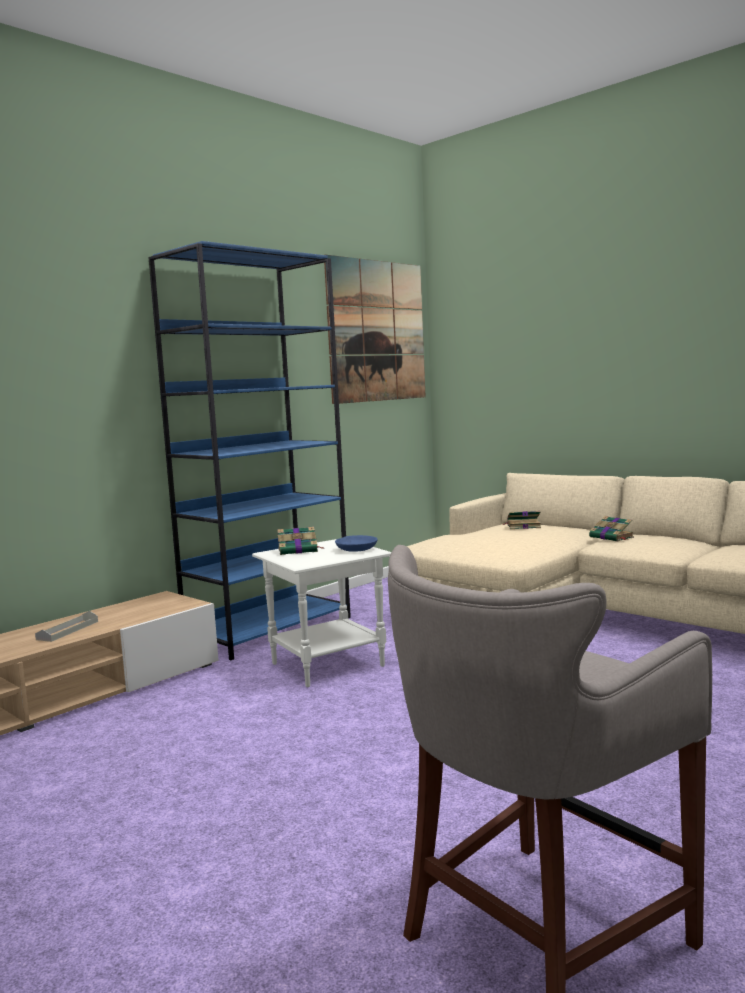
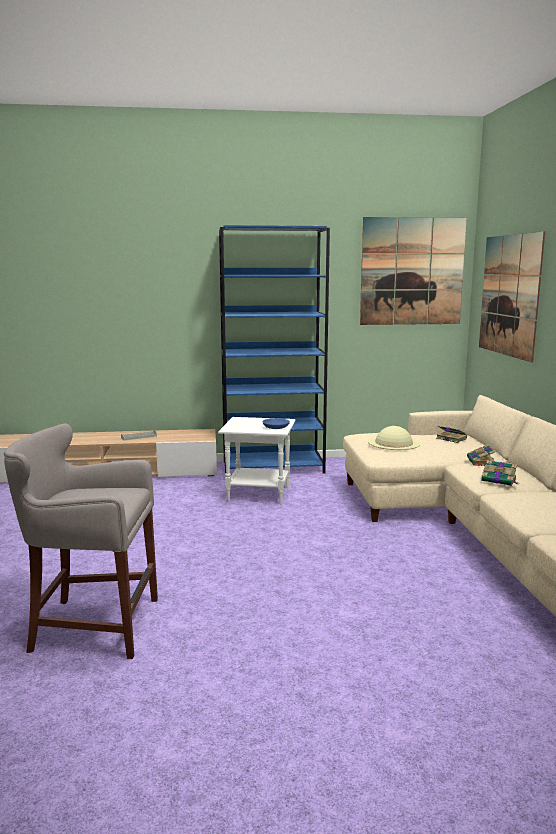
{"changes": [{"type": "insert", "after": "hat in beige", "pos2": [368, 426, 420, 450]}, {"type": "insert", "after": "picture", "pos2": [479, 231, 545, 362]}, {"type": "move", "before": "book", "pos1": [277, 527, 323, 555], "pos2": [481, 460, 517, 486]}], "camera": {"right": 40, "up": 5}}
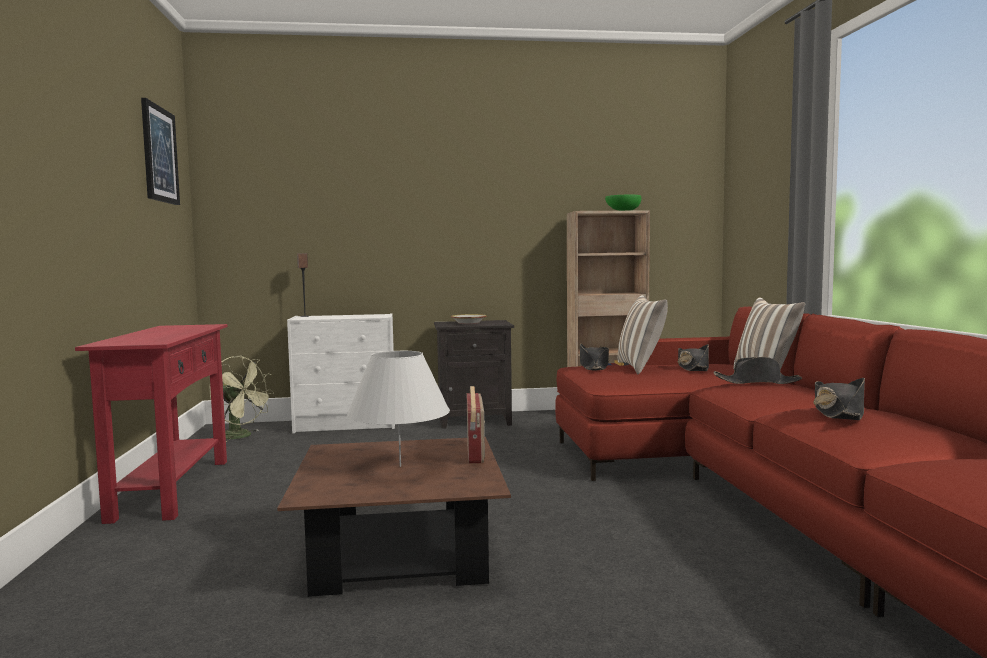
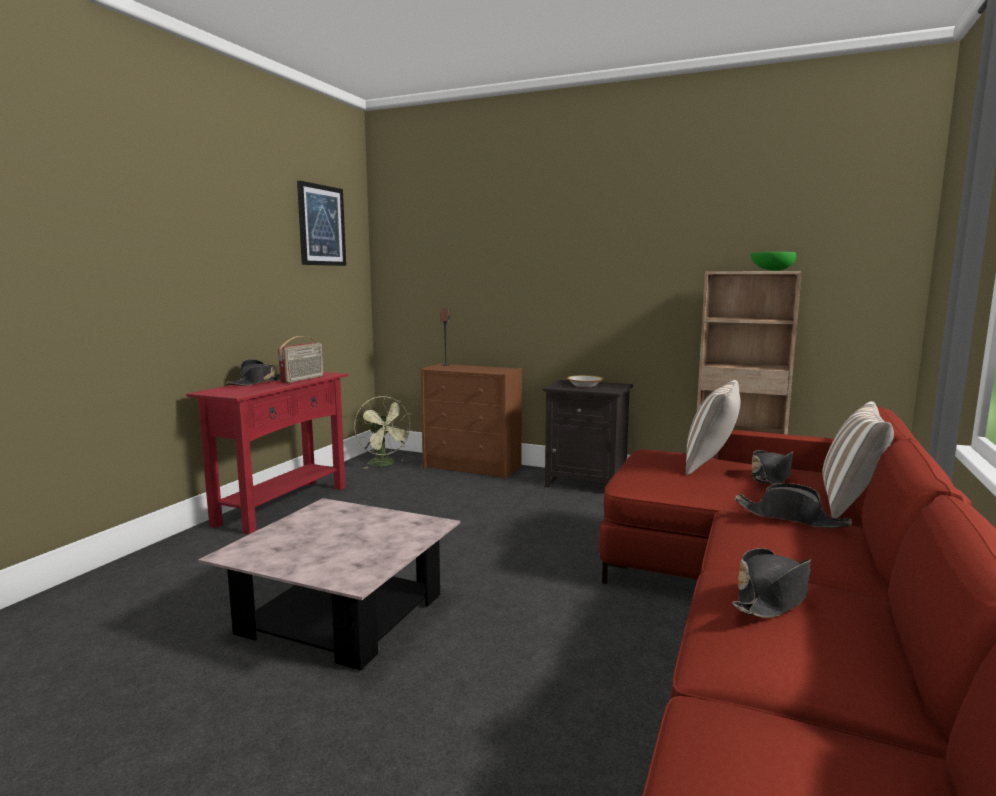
{"changes": [{"type": "recolor", "before": "coffee table in brown", "after": "coffee table in pink", "pos1": [277, 437, 511, 597], "pos2": [198, 498, 460, 671]}, {"type": "move", "before": "hat in black", "pos1": [580, 344, 609, 370], "pos2": [226, 359, 280, 386]}, {"type": "move", "before": "radio", "pos1": [467, 386, 485, 463], "pos2": [278, 336, 323, 383]}, {"type": "recolor", "before": "dresser in white", "after": "dresser in brown", "pos1": [287, 313, 395, 433], "pos2": [421, 363, 522, 479]}, {"type": "delete", "before": "table lamp in white", "pos1": [347, 351, 450, 467]}], "camera": {"right": 30, "up": 5}}
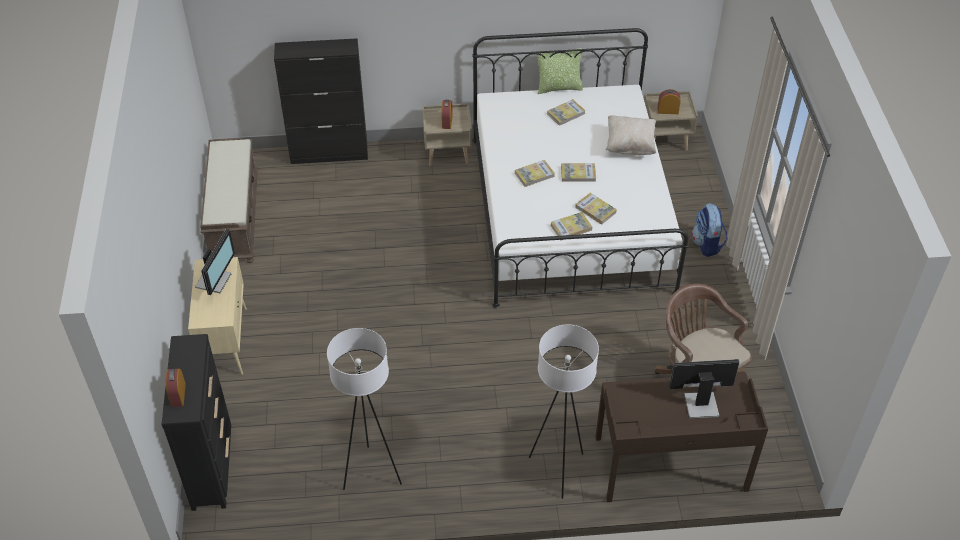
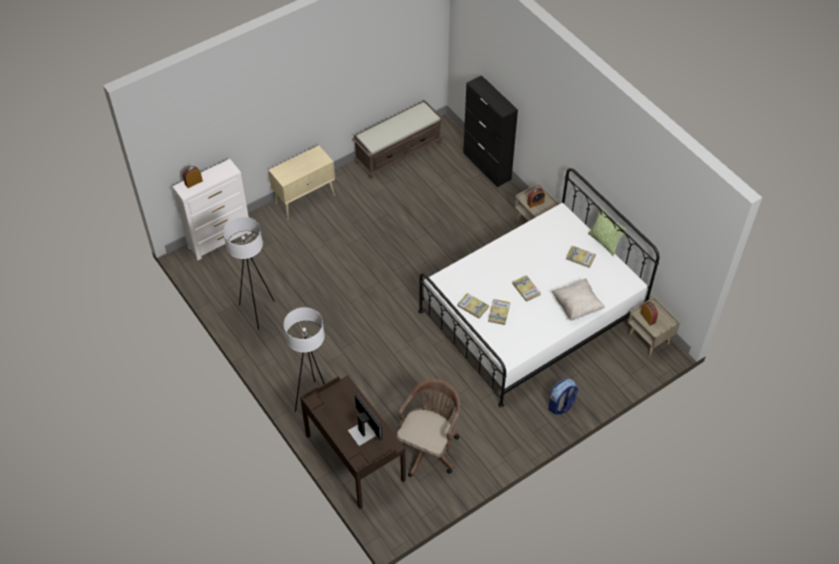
{"changes": [{"type": "recolor", "before": "dresser in black", "after": "dresser in white", "pos1": [161, 334, 231, 511], "pos2": [172, 159, 252, 260]}, {"type": "delete", "before": "monitor", "pos1": [195, 229, 235, 295]}, {"type": "delete", "before": "book", "pos1": [515, 160, 555, 187]}], "camera": {"right": 60, "up": 5}}
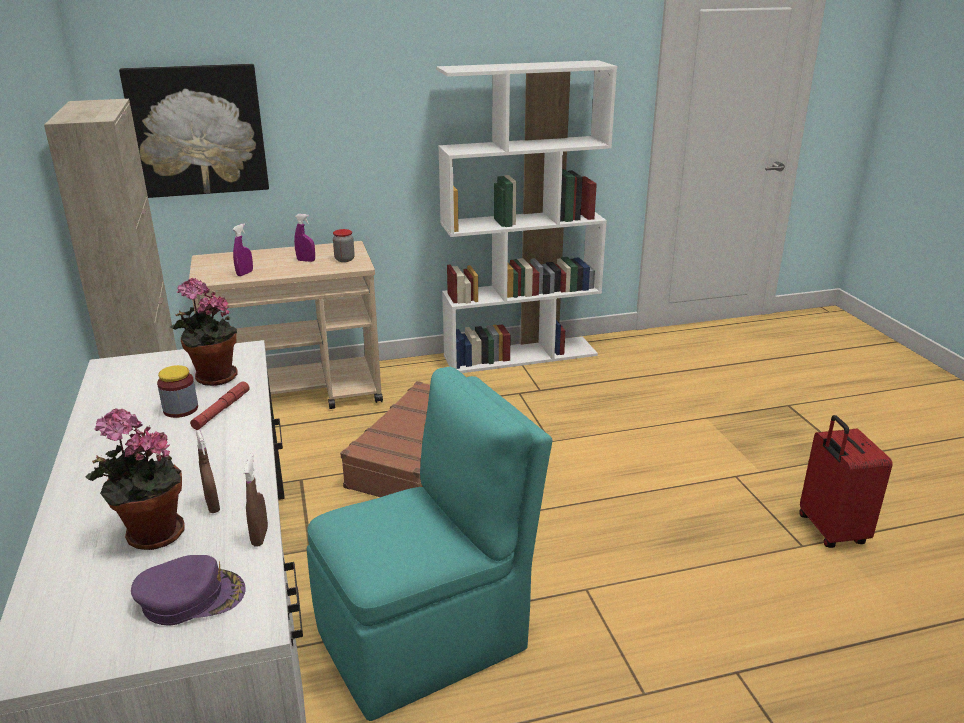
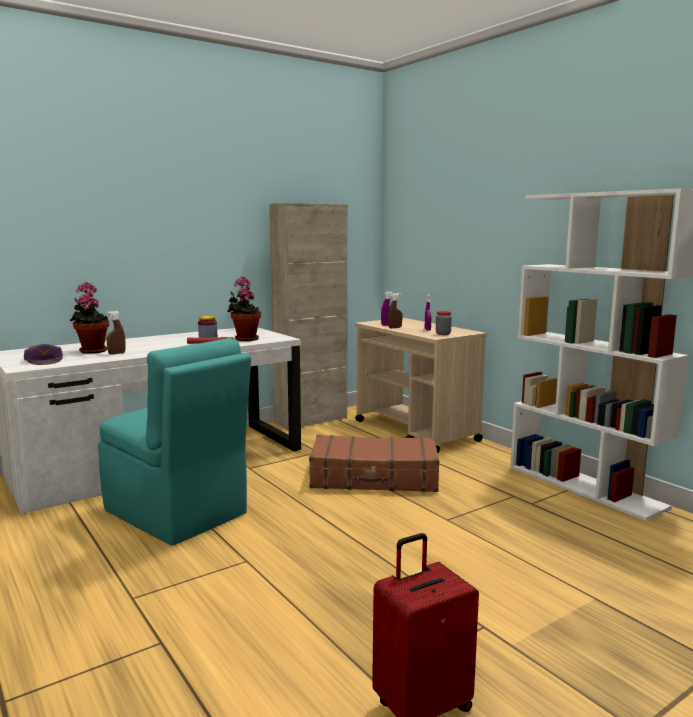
{"changes": [{"type": "move", "before": "spray bottle in brown", "pos1": [244, 453, 268, 546], "pos2": [388, 293, 402, 328]}, {"type": "delete", "before": "picture", "pos1": [119, 64, 269, 198]}], "camera": {"right": 70, "up": -15}}
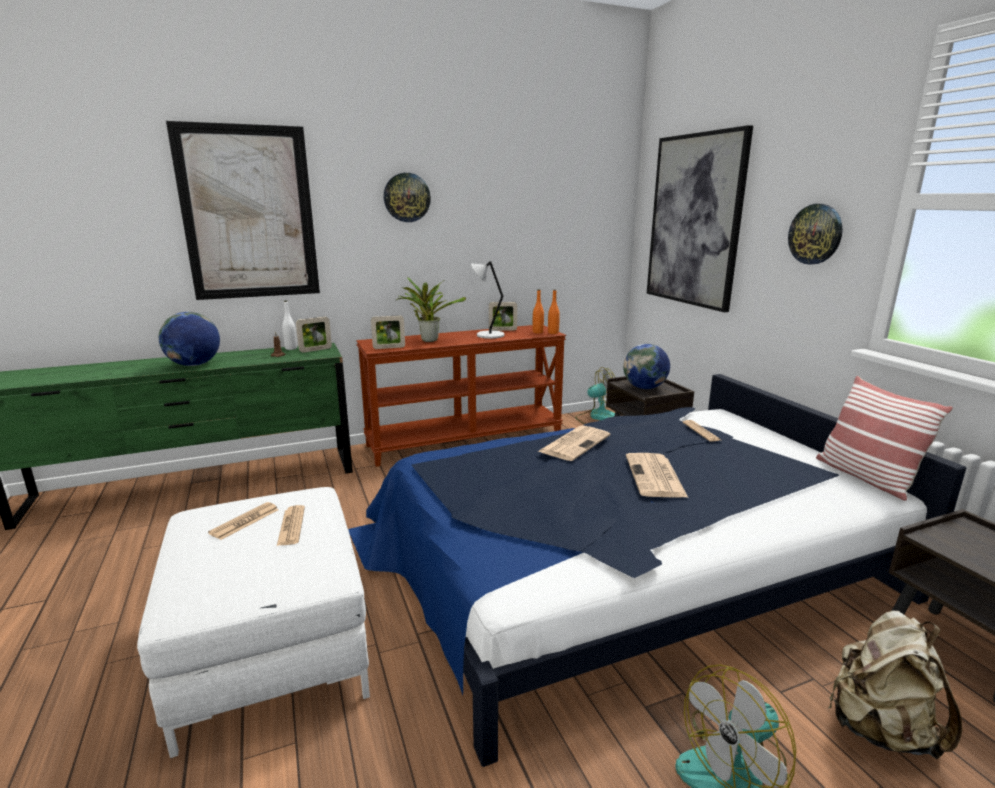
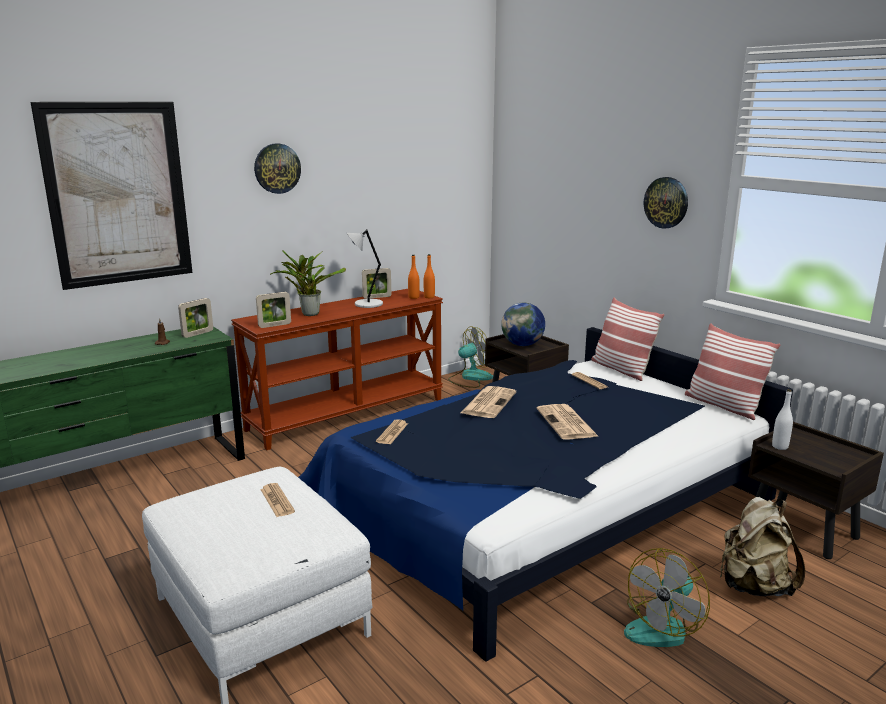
{"changes": [{"type": "move", "before": "newspaper", "pos1": [208, 502, 279, 540], "pos2": [376, 419, 408, 445]}, {"type": "insert", "after": "pillow", "pos2": [591, 297, 664, 381]}, {"type": "move", "before": "bottle in white", "pos1": [282, 300, 297, 350], "pos2": [772, 389, 793, 450]}, {"type": "delete", "before": "globe", "pos1": [159, 312, 220, 366]}, {"type": "delete", "before": "picture", "pos1": [647, 125, 753, 312]}], "camera": {"right": -15, "up": 0}}
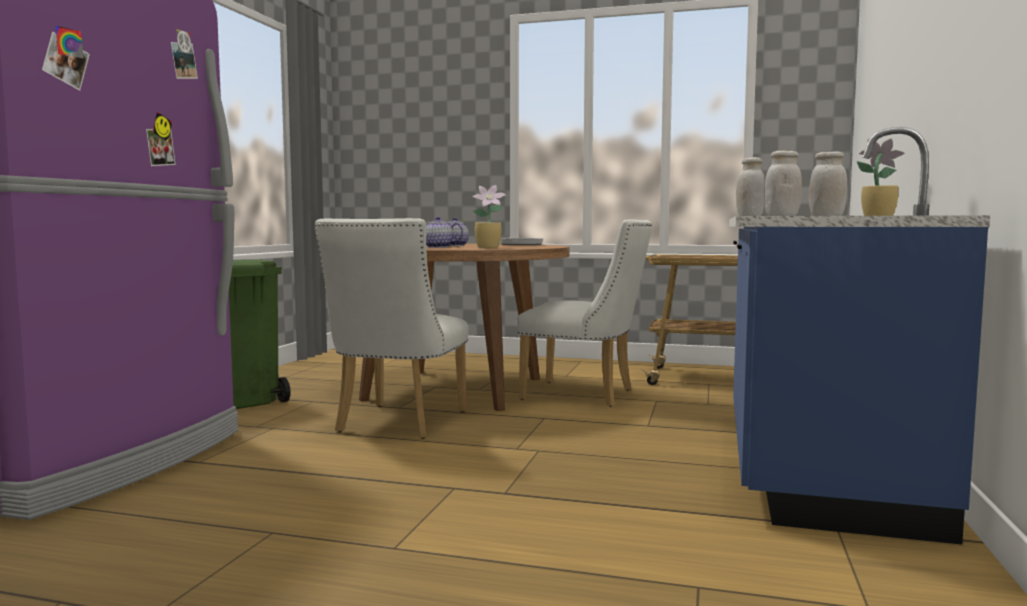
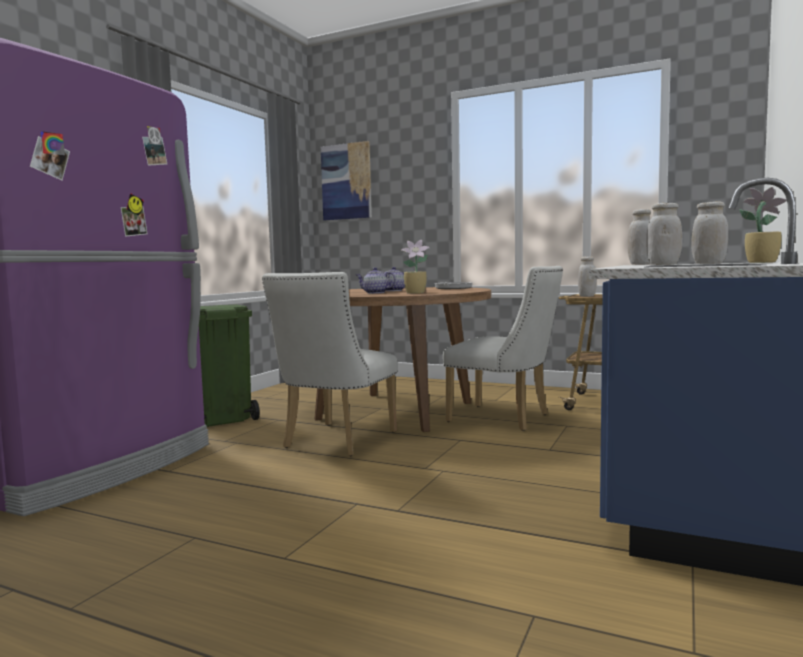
{"changes": [{"type": "insert", "after": "picture", "pos2": [321, 141, 372, 220]}, {"type": "insert", "after": "jar in white", "pos2": [578, 256, 597, 297]}], "camera": {"right": 10, "up": 0}}
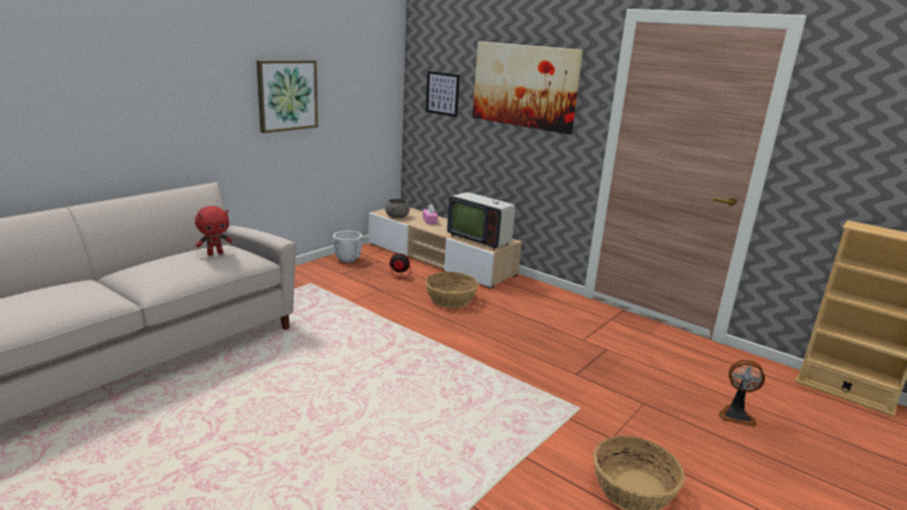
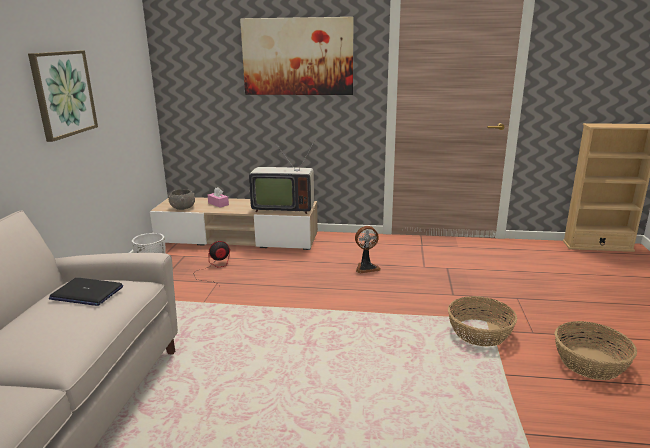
{"changes": [{"type": "replace", "before": "plush toy in red", "after": "laptop", "pos1": [195, 206, 232, 255], "pos2": [49, 278, 123, 306]}, {"type": "move", "before": "fan", "pos1": [718, 360, 765, 427], "pos2": [355, 226, 381, 273]}, {"type": "move", "before": "basket", "pos1": [425, 272, 478, 308], "pos2": [448, 296, 517, 347]}, {"type": "delete", "before": "picture", "pos1": [426, 71, 460, 117]}], "camera": {"right": -30, "up": 0}}
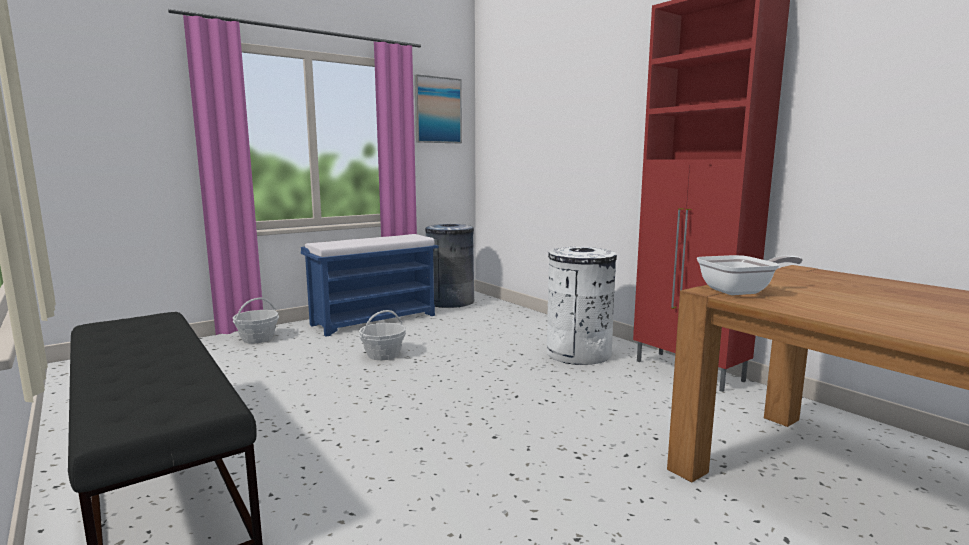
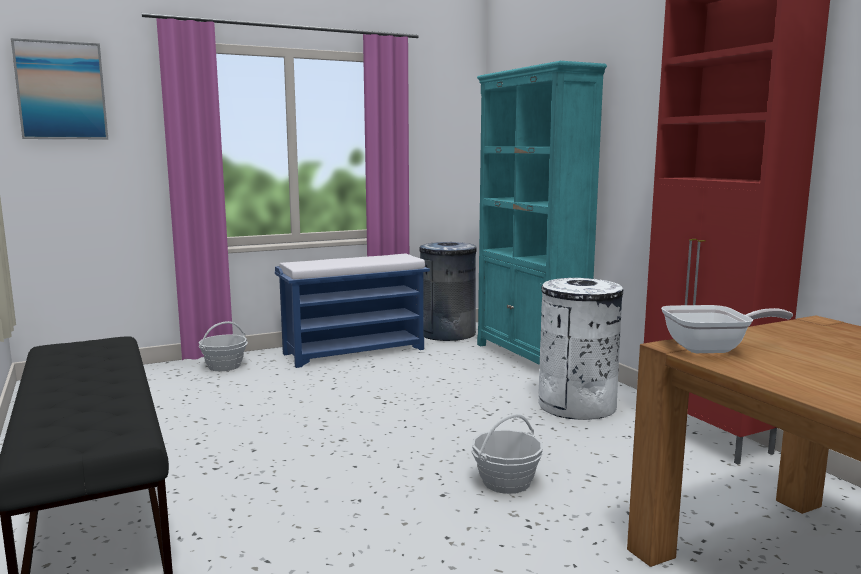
{"changes": [{"type": "move", "before": "picture", "pos1": [414, 74, 462, 143], "pos2": [11, 38, 108, 139]}, {"type": "move", "before": "basket", "pos1": [359, 310, 406, 360], "pos2": [471, 414, 543, 494]}, {"type": "insert", "after": "bookcase in turquoise", "pos2": [477, 61, 607, 365]}], "camera": {"right": 10, "up": 0}}
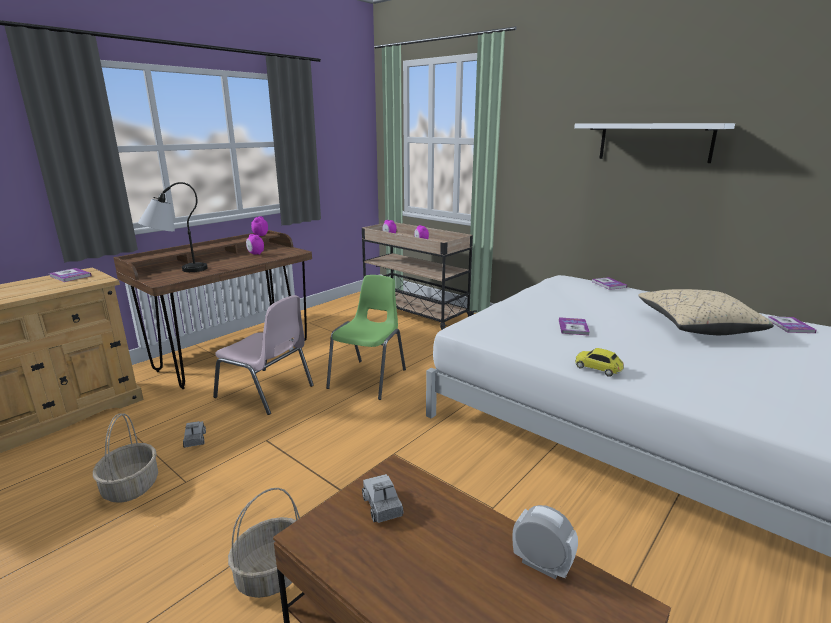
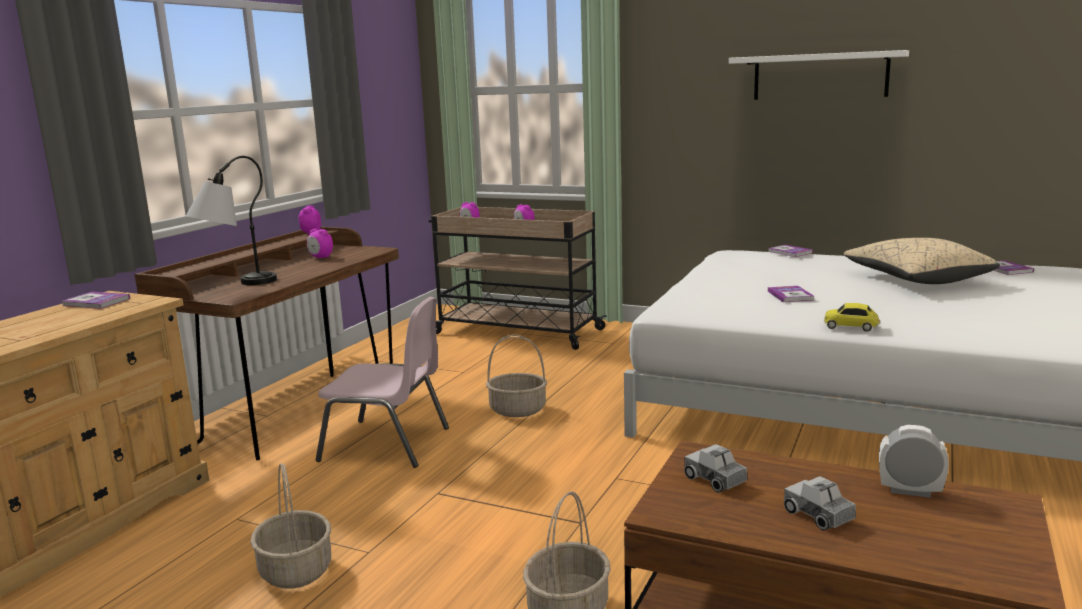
{"changes": [{"type": "replace", "before": "chair in green", "after": "basket", "pos1": [326, 275, 406, 400], "pos2": [486, 335, 547, 417]}, {"type": "move", "before": "toy truck", "pos1": [183, 421, 206, 448], "pos2": [784, 476, 856, 531]}], "camera": {"right": -15, "up": -5}}
